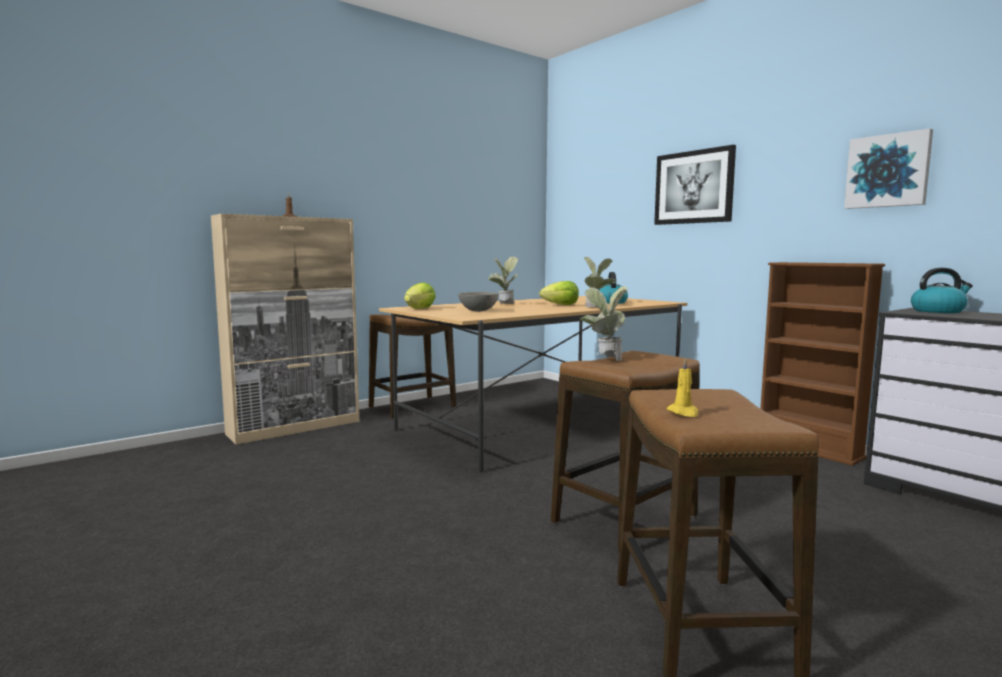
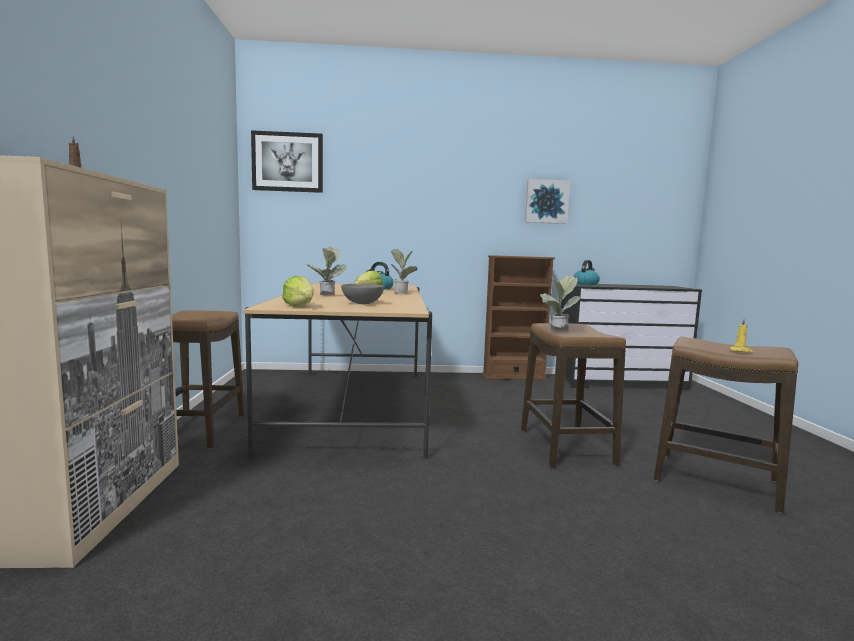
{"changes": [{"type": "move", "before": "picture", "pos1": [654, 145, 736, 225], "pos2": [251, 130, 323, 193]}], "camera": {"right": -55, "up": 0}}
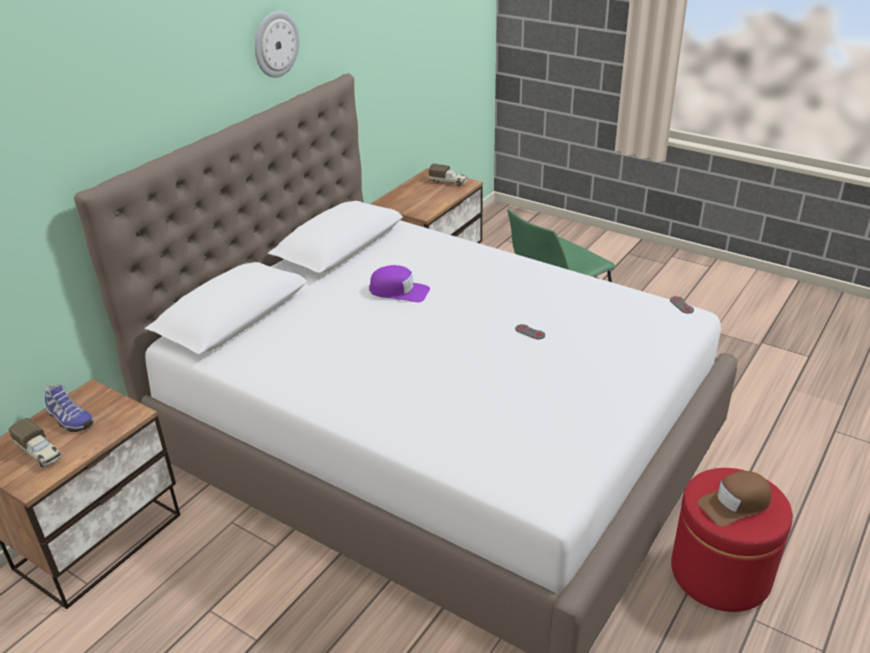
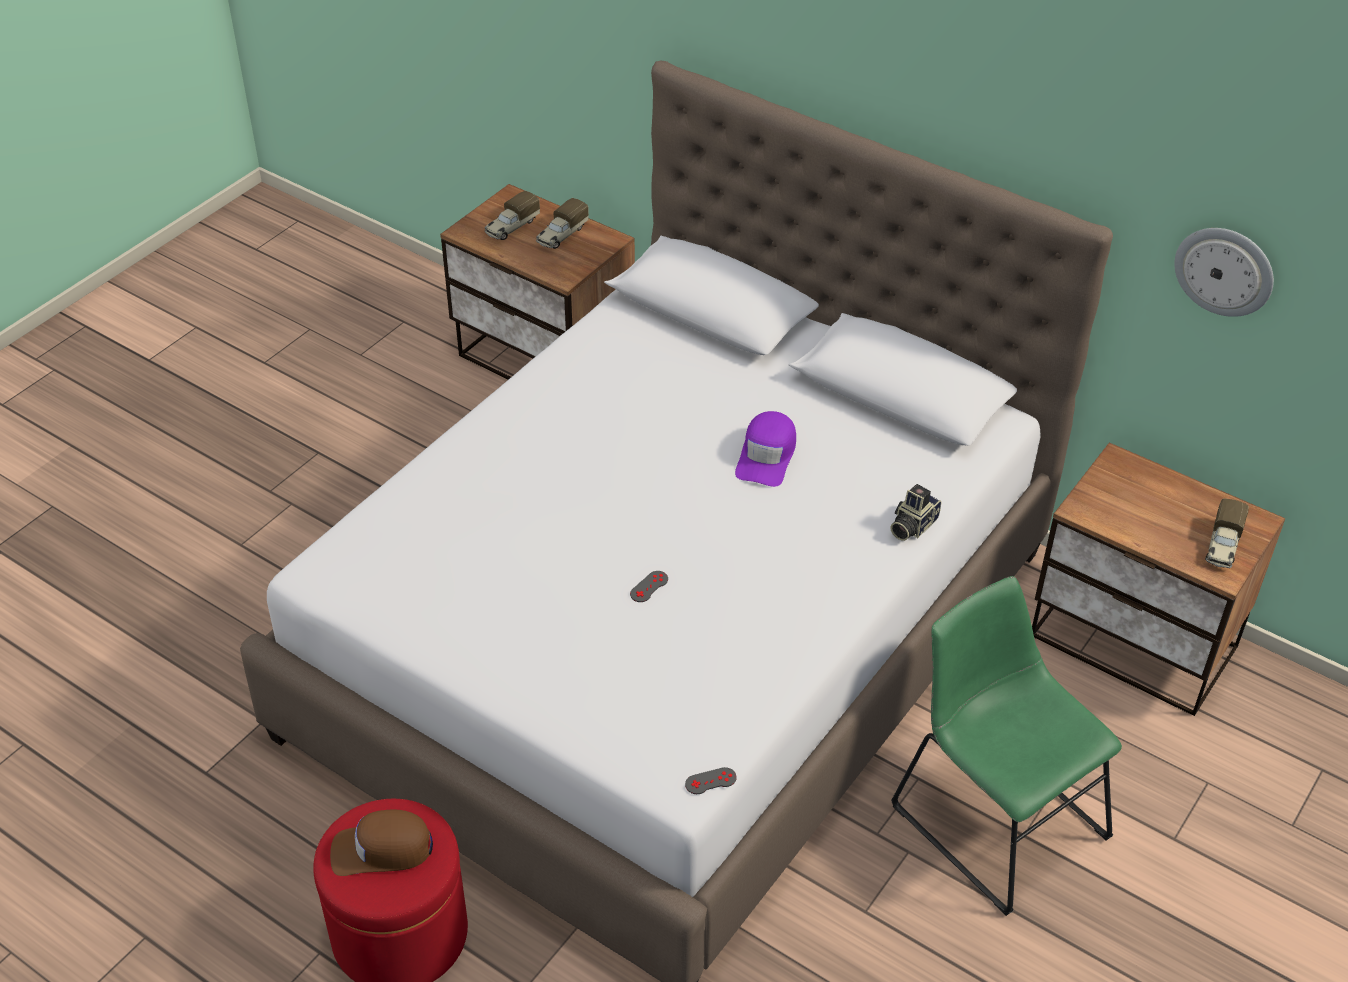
{"changes": [{"type": "rotate", "before": "cap in brown", "pos1": [697, 471, 771, 526], "pos2": [330, 809, 433, 876], "turn": -75}, {"type": "replace", "before": "shoe", "after": "toy truck", "pos1": [45, 385, 94, 432], "pos2": [536, 198, 589, 249]}, {"type": "insert", "after": "photo camera", "pos2": [890, 484, 942, 541]}, {"type": "move", "before": "wall clock", "pos1": [255, 11, 299, 78], "pos2": [1174, 228, 1274, 317]}], "camera": {"right": 90, "up": 10}}
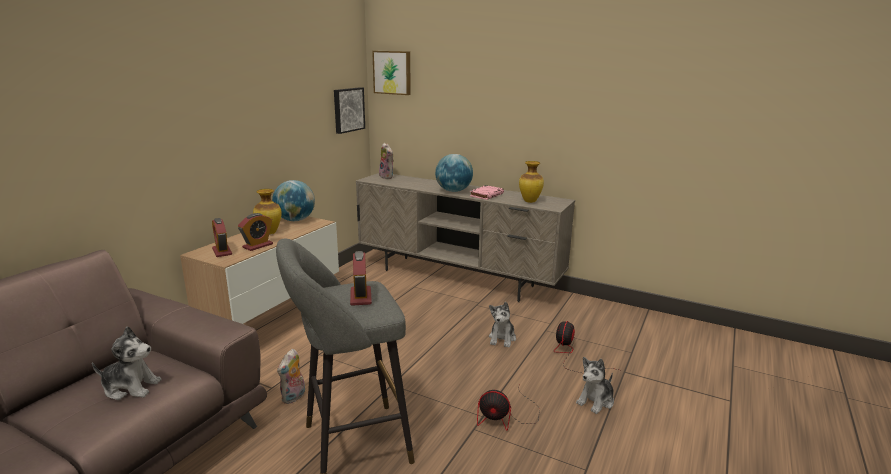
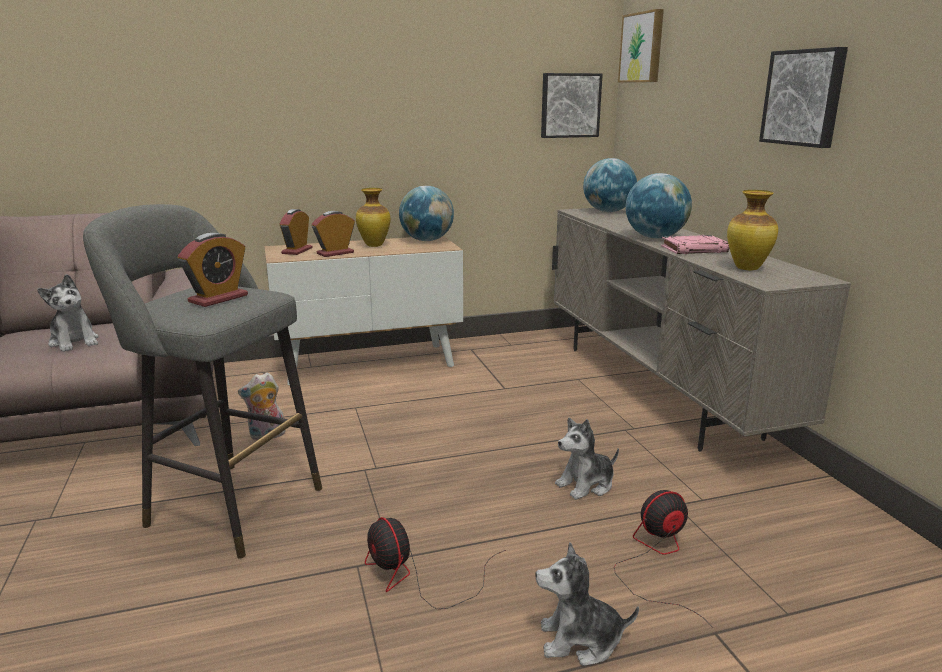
{"changes": [{"type": "rotate", "before": "alarm clock", "pos1": [238, 213, 273, 251], "pos2": [312, 211, 355, 257], "turn": 150}, {"type": "replace", "before": "plush toy", "after": "globe", "pos1": [379, 143, 394, 179], "pos2": [583, 158, 637, 212]}, {"type": "insert", "after": "picture", "pos2": [759, 47, 848, 148]}], "camera": {"right": 45, "up": 0}}
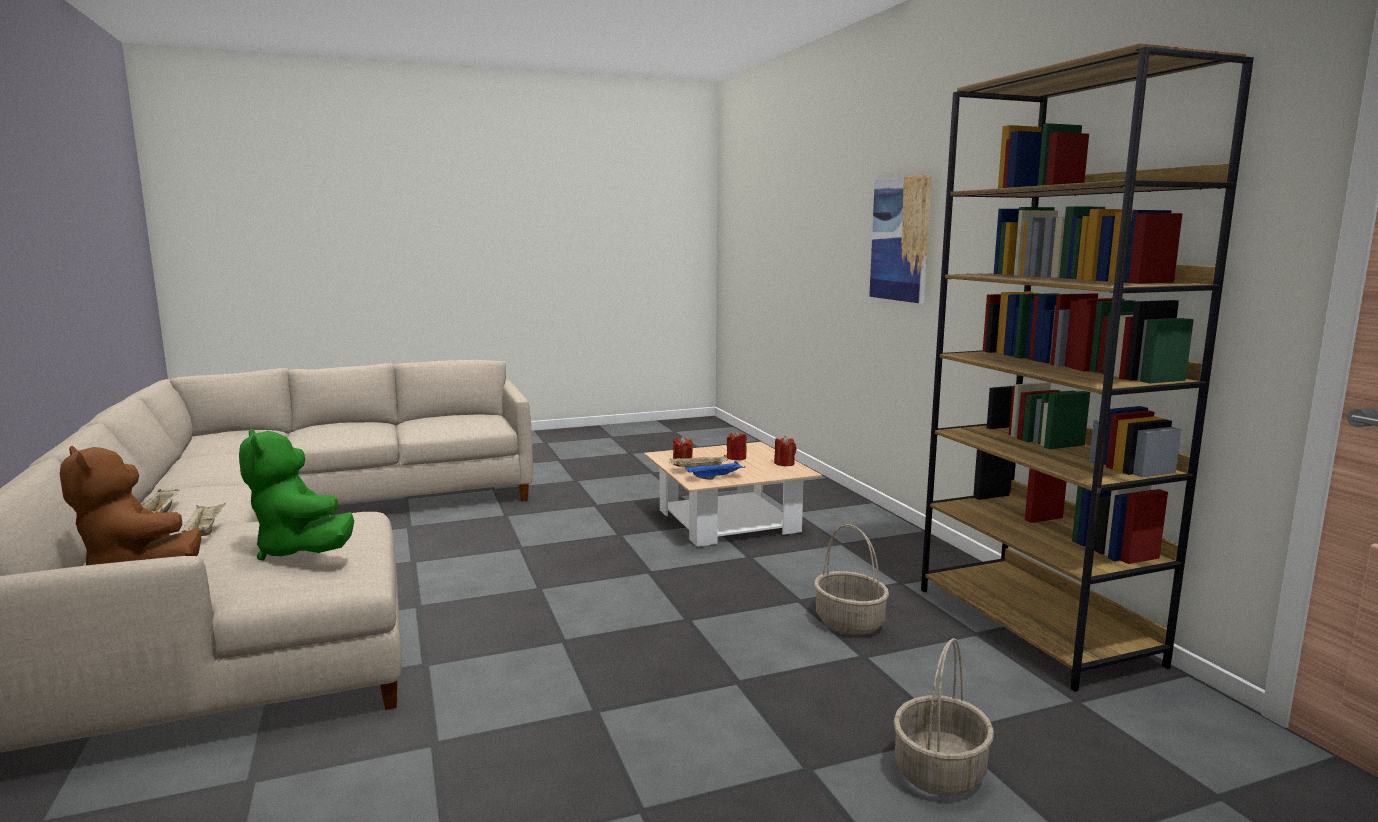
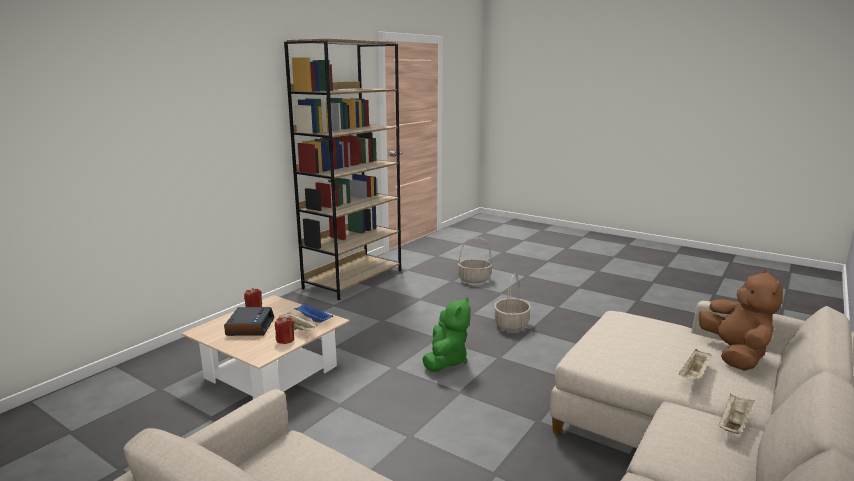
{"changes": [{"type": "replace", "before": "candle in red", "after": "alarm clock", "pos1": [727, 431, 747, 460], "pos2": [224, 307, 275, 336]}, {"type": "move", "before": "plush toy in green", "pos1": [239, 429, 354, 561], "pos2": [422, 297, 471, 372]}, {"type": "move", "before": "basket", "pos1": [814, 524, 889, 635], "pos2": [494, 273, 531, 331]}, {"type": "delete", "before": "picture", "pos1": [869, 174, 932, 303]}], "camera": {"right": -125, "up": 5}}
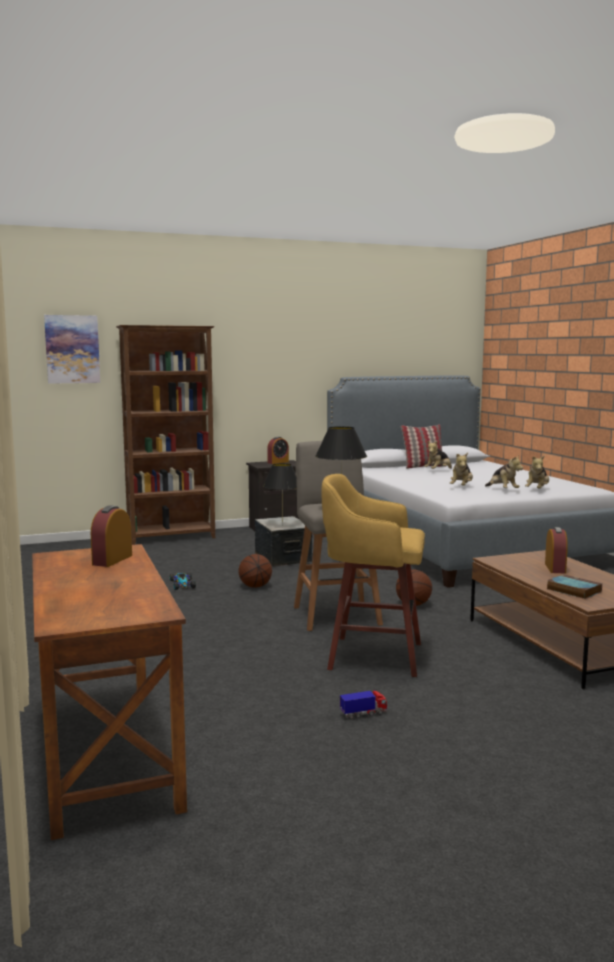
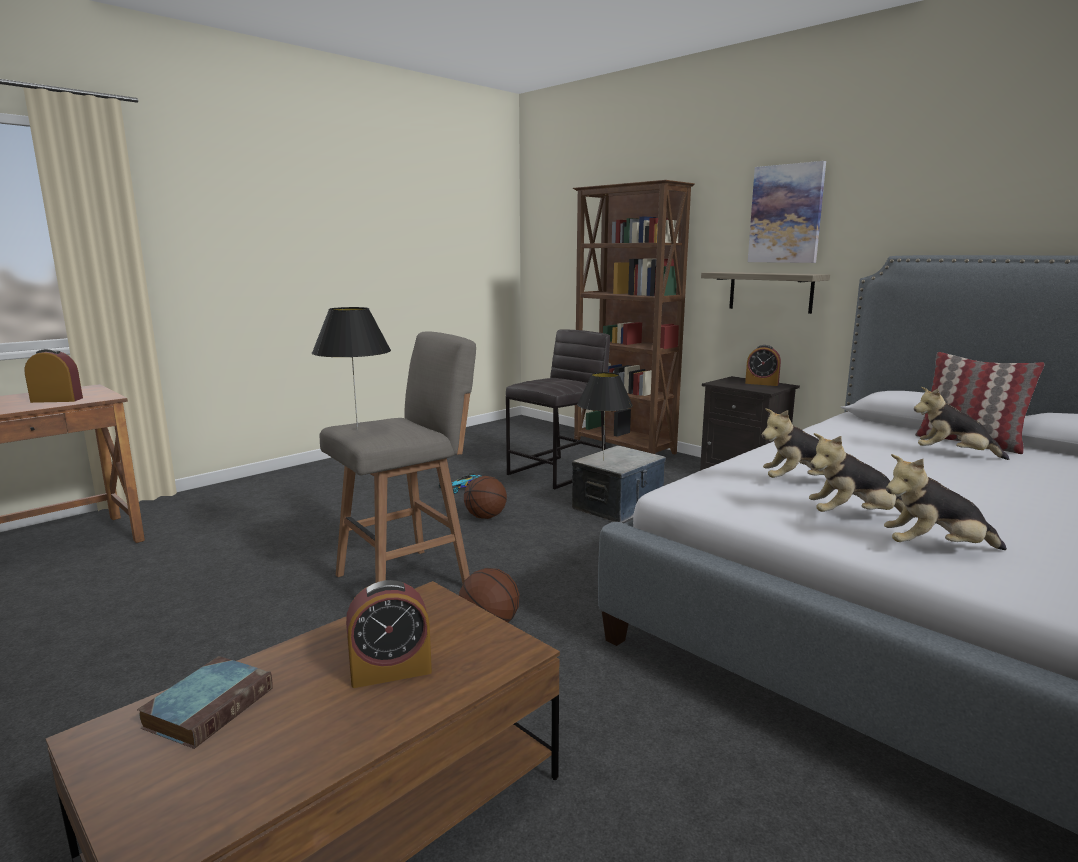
{"changes": [{"type": "insert", "after": "stool in grey", "pos2": [506, 329, 610, 489]}, {"type": "insert", "after": "shelf", "pos2": [701, 272, 830, 314]}, {"type": "move", "before": "picture", "pos1": [44, 315, 100, 384], "pos2": [748, 161, 826, 263]}, {"type": "rotate", "before": "plush toy", "pos1": [485, 455, 523, 488], "pos2": [809, 433, 905, 513], "turn": 45}, {"type": "delete", "before": "stool in yellow", "pos1": [321, 474, 425, 677]}, {"type": "delete", "before": "toy truck", "pos1": [340, 690, 387, 720]}], "camera": {"right": 65, "up": 5}}
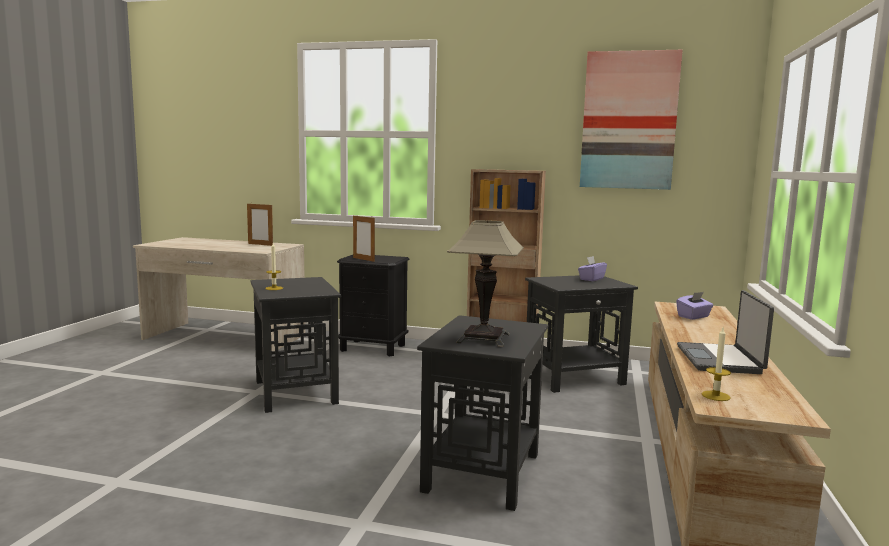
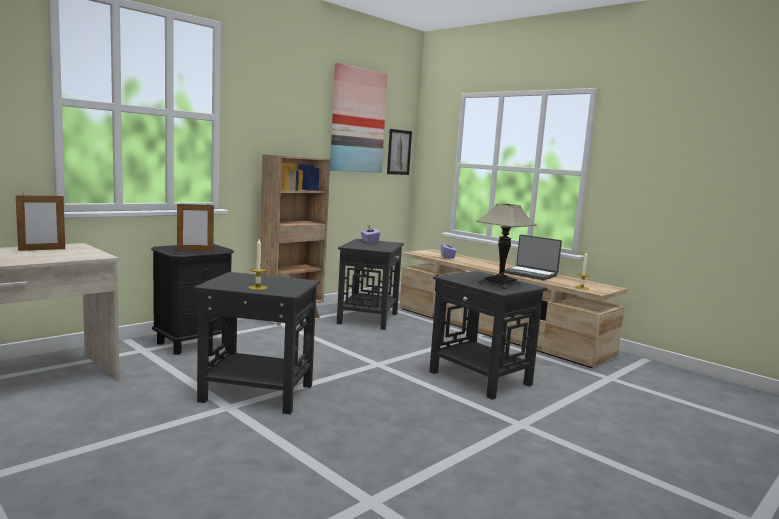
{"changes": [{"type": "insert", "after": "picture", "pos2": [387, 129, 412, 175]}], "camera": {"right": -60, "up": 0}}
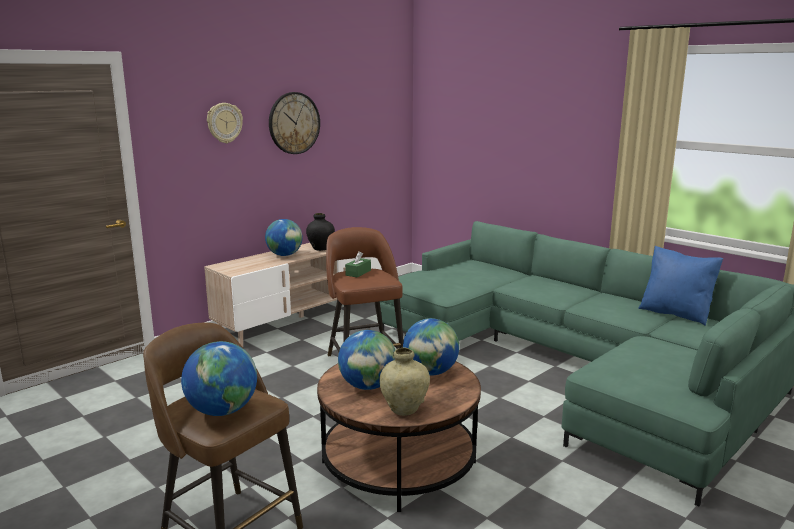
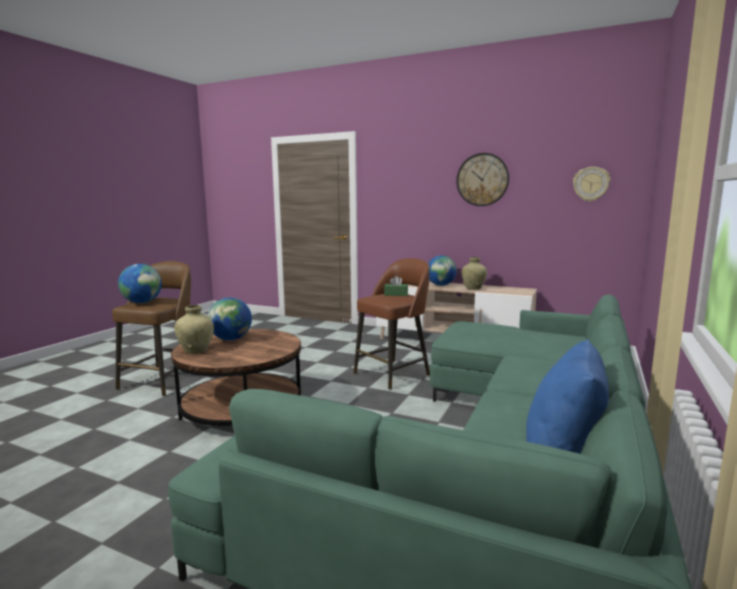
{"changes": [{"type": "recolor", "before": "vase in black", "after": "vase in beige", "pos1": [306, 213, 335, 251], "pos2": [461, 257, 487, 290]}, {"type": "move", "before": "wall clock", "pos1": [207, 103, 243, 143], "pos2": [573, 167, 610, 202]}, {"type": "delete", "before": "globe", "pos1": [403, 318, 459, 376]}], "camera": {"right": 70, "up": -5}}
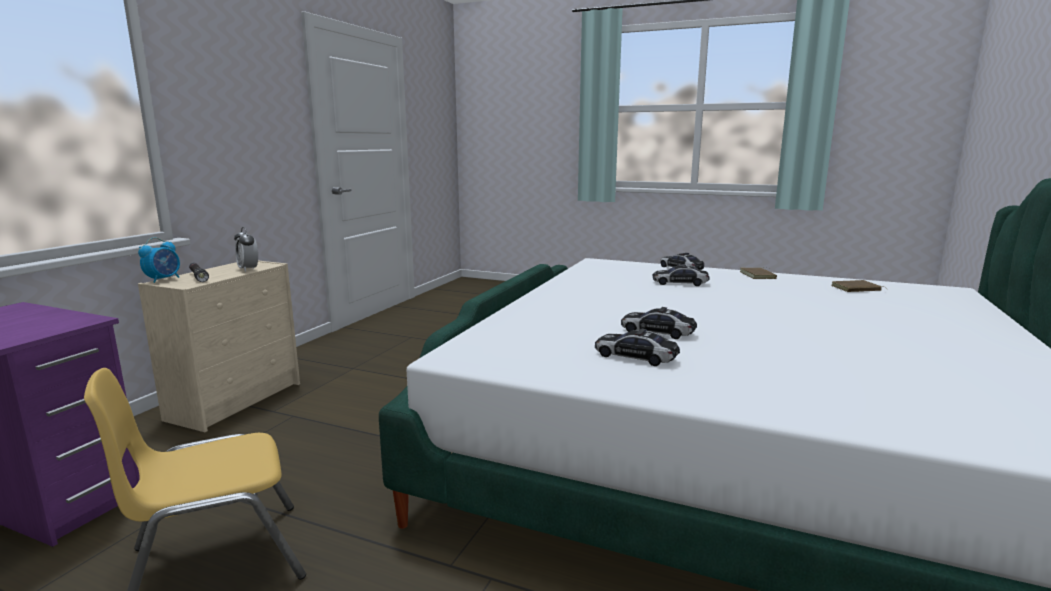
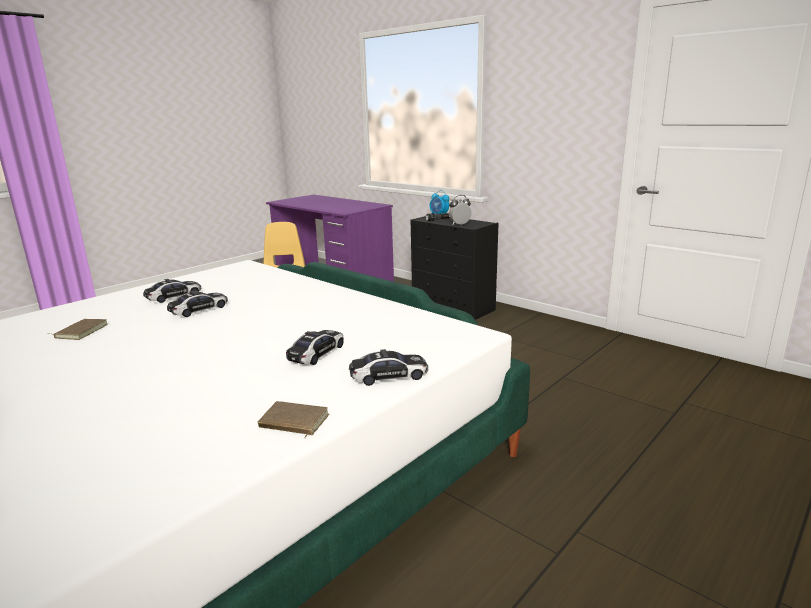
{"changes": [{"type": "move", "before": "book in brown", "pos1": [831, 280, 888, 292], "pos2": [49, 319, 108, 340]}, {"type": "recolor", "before": "dresser in beige", "after": "dresser in black", "pos1": [138, 261, 300, 432], "pos2": [411, 216, 499, 320]}], "camera": {"right": 110, "up": 5}}
